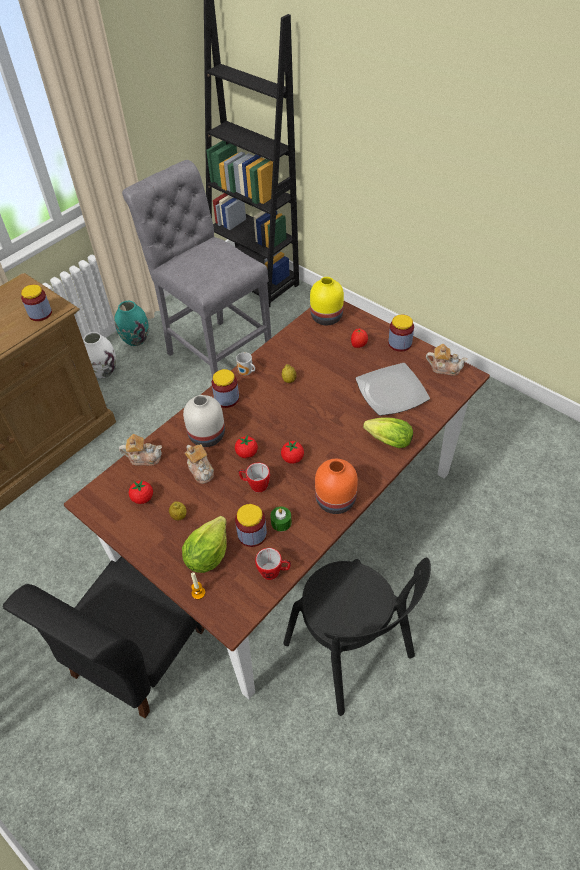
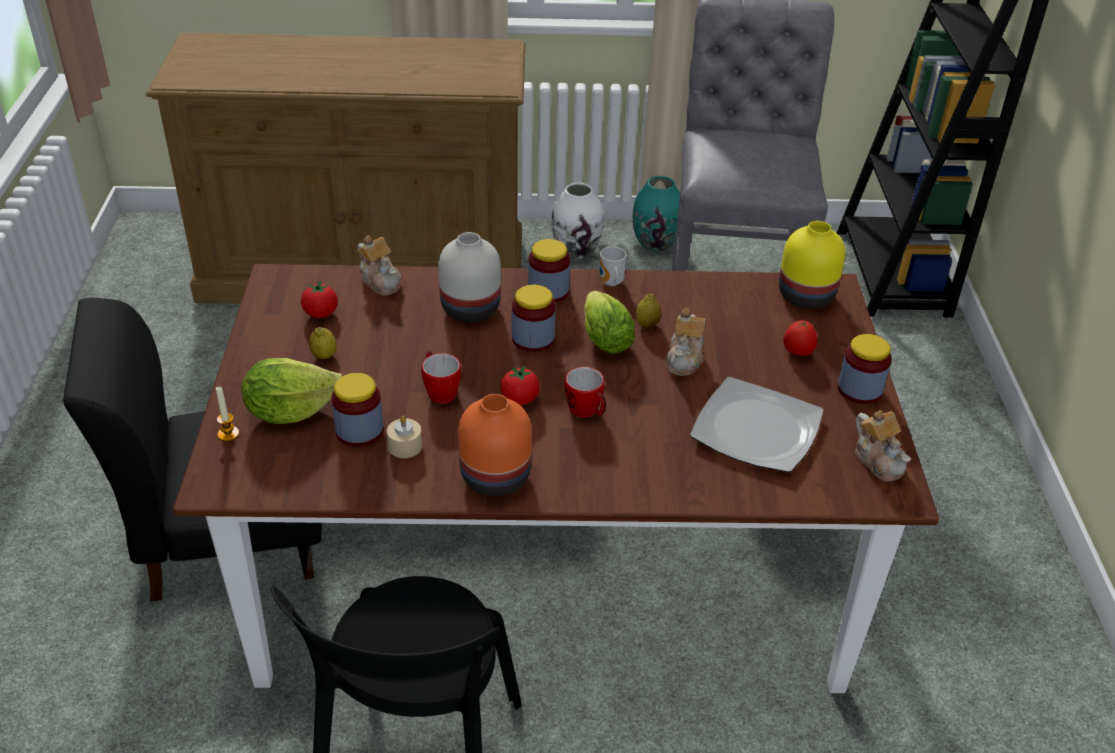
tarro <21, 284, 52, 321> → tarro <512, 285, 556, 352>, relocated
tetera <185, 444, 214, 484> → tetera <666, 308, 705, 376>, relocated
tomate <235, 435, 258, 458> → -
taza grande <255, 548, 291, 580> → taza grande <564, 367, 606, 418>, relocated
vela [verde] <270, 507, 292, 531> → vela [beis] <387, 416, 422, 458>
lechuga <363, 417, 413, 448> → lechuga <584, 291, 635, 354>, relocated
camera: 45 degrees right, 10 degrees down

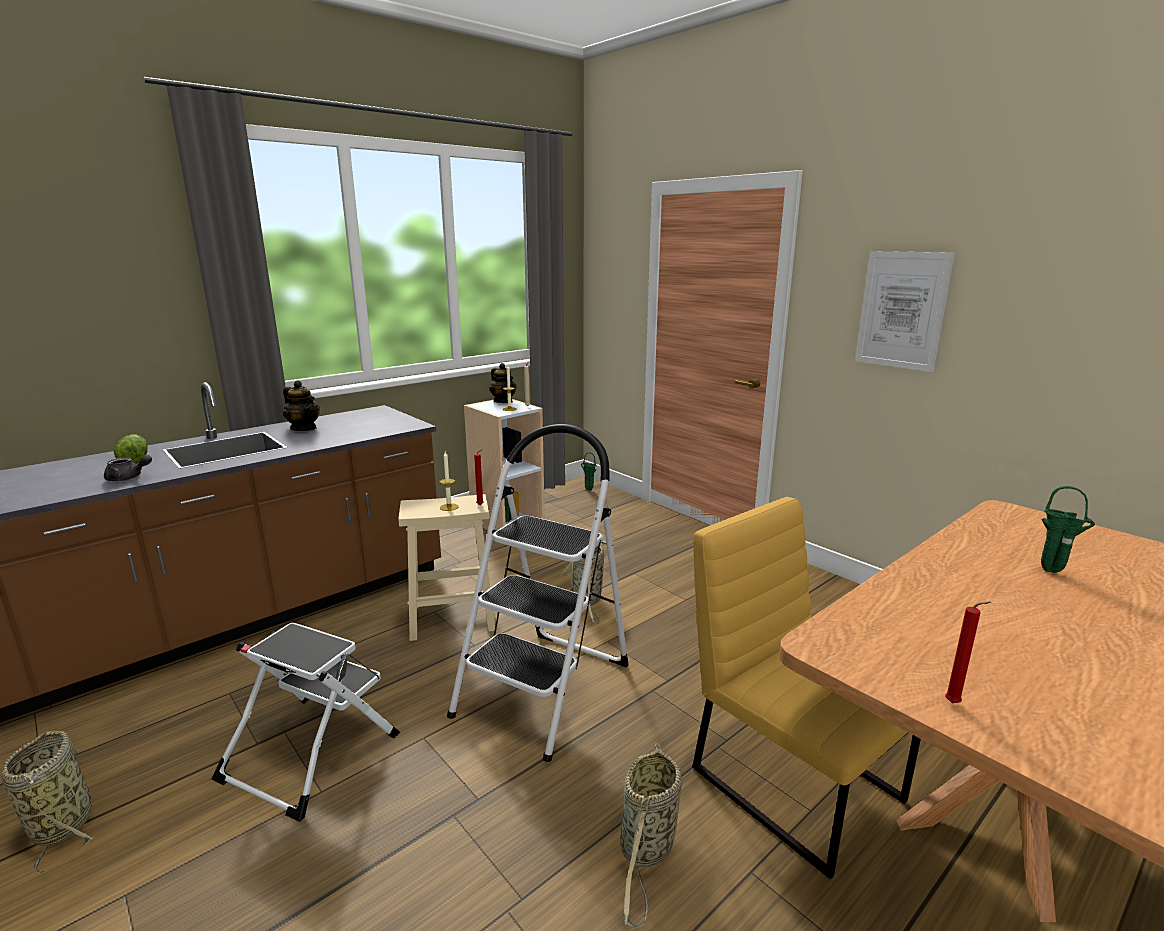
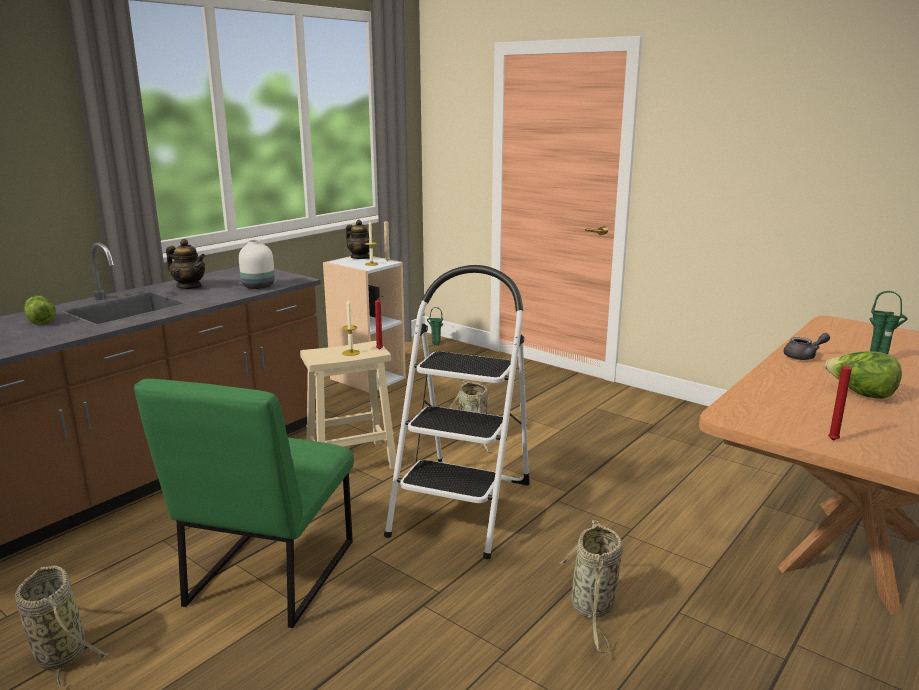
tetera [gris] <104, 455, 152, 481> → tetera [gris] <784, 333, 830, 360>, relocated
escalera de tijera <212, 623, 400, 822> → silla [verde] <134, 379, 354, 628>
silla [amarillo] <692, 497, 921, 879> → -
cuadro <855, 251, 955, 372> → -
- → florero [blanco] <239, 240, 275, 289>
- → lechuga <825, 351, 902, 399>
camera: 10 degrees left, 0 degrees up

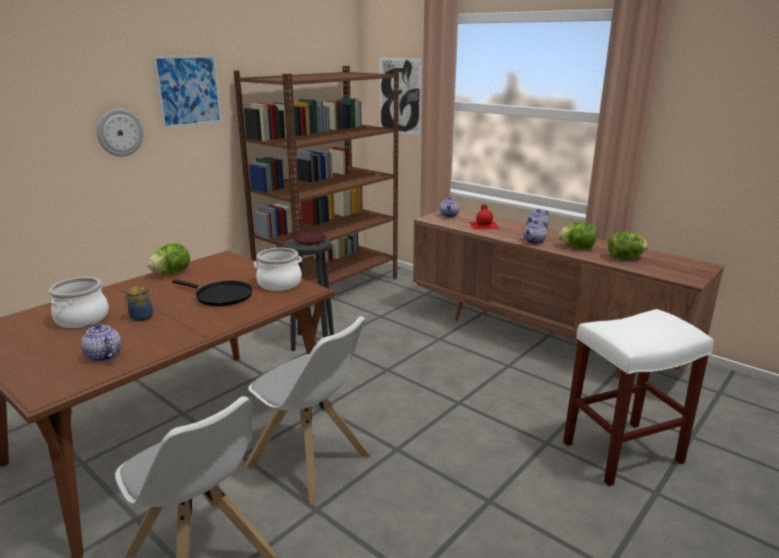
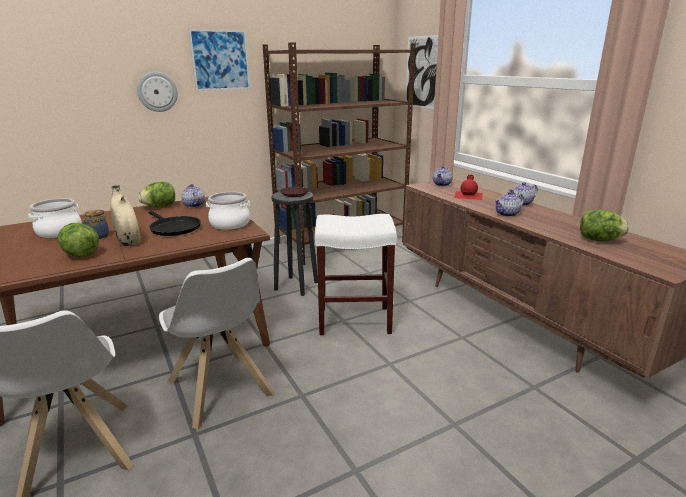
tetera <81, 323, 121, 362> → tetera <181, 184, 205, 208>, relocated
lechuga <559, 222, 597, 249> → lechuga <58, 223, 99, 257>, relocated
taburete [blanco] <563, 309, 714, 486> → taburete [blanco] <315, 214, 397, 335>, relocated
- → florero [beis] <110, 185, 140, 246>
camera: 20 degrees right, 0 degrees up

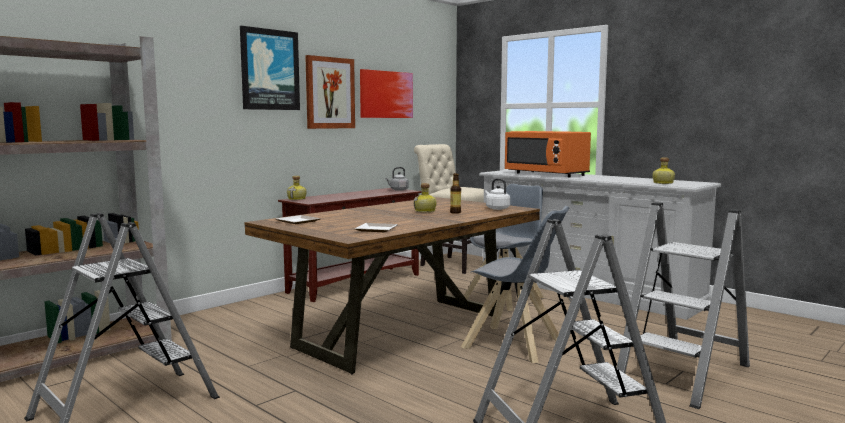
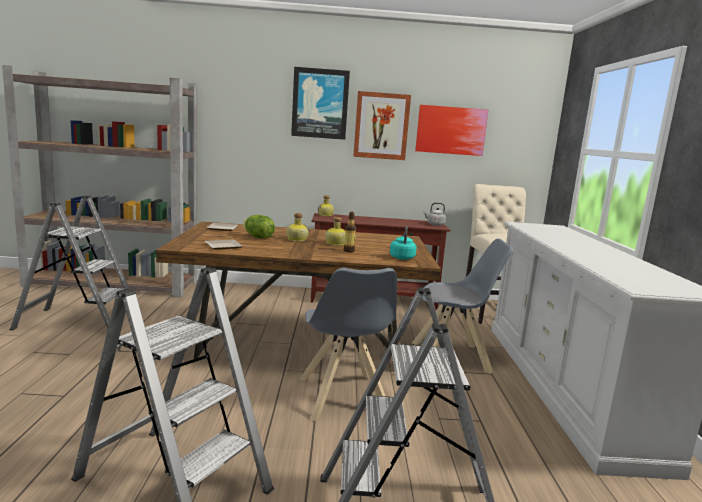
hervidor [blanco] <485, 179, 510, 210> → hervidor [turquesa] <390, 226, 417, 260>
microondas [naranja] <505, 131, 591, 177> → -
botella <652, 158, 675, 184> → botella <287, 213, 309, 241>, relocated
- → lechuga <243, 215, 275, 238>
camera: 45 degrees right, 5 degrees up

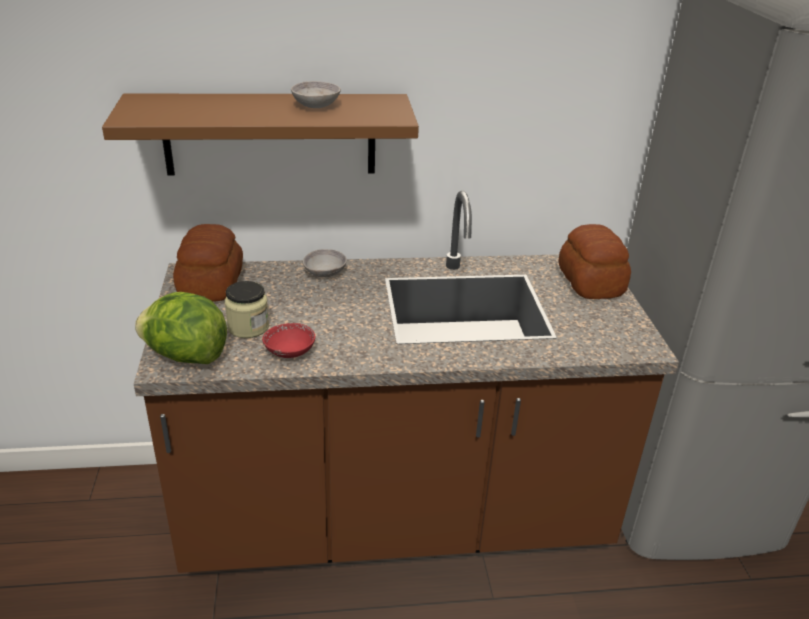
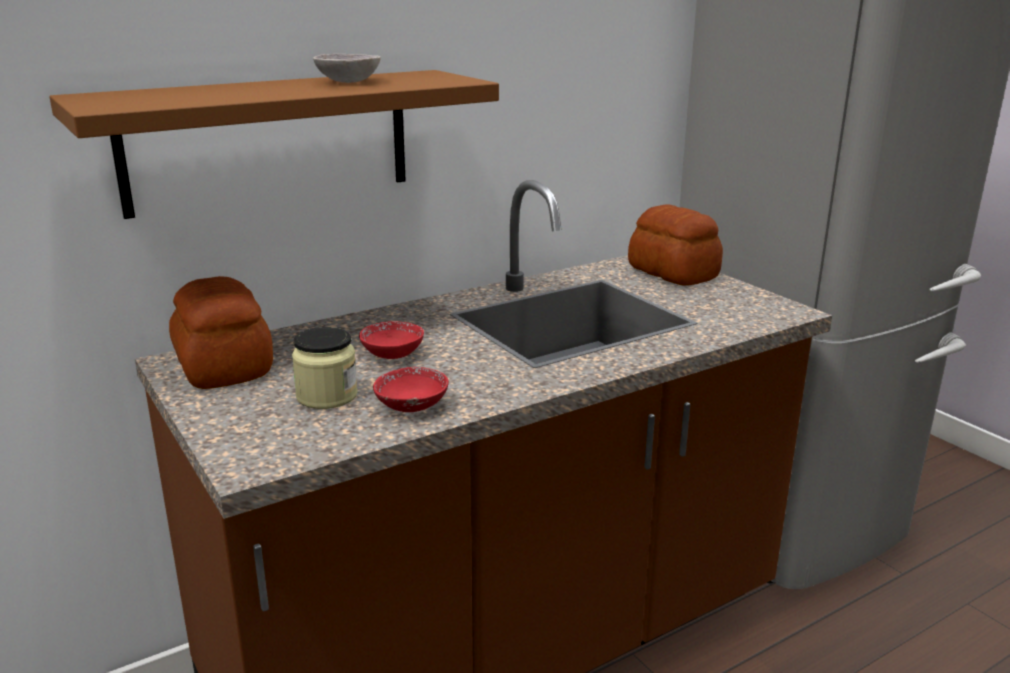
lechuga <135, 292, 227, 364> → -
cuenco [gris] <303, 249, 347, 278> → -
- → cuenco [rojo] <359, 321, 424, 359>
camera: 25 degrees left, 10 degrees down

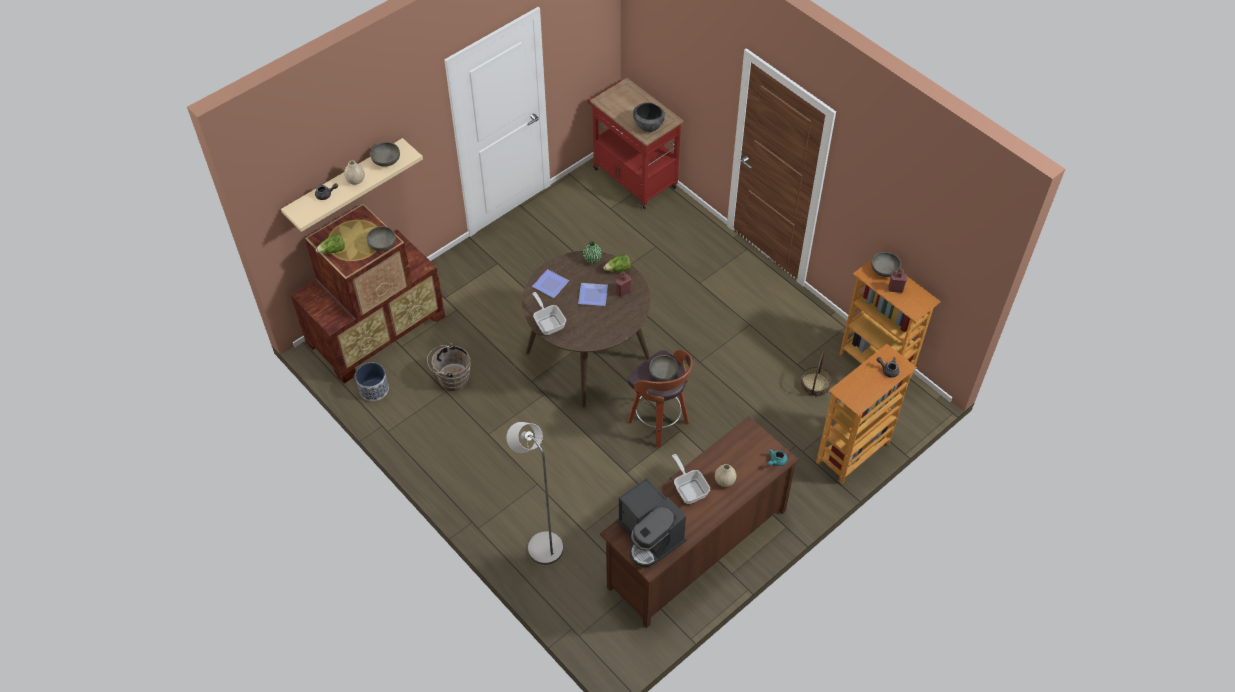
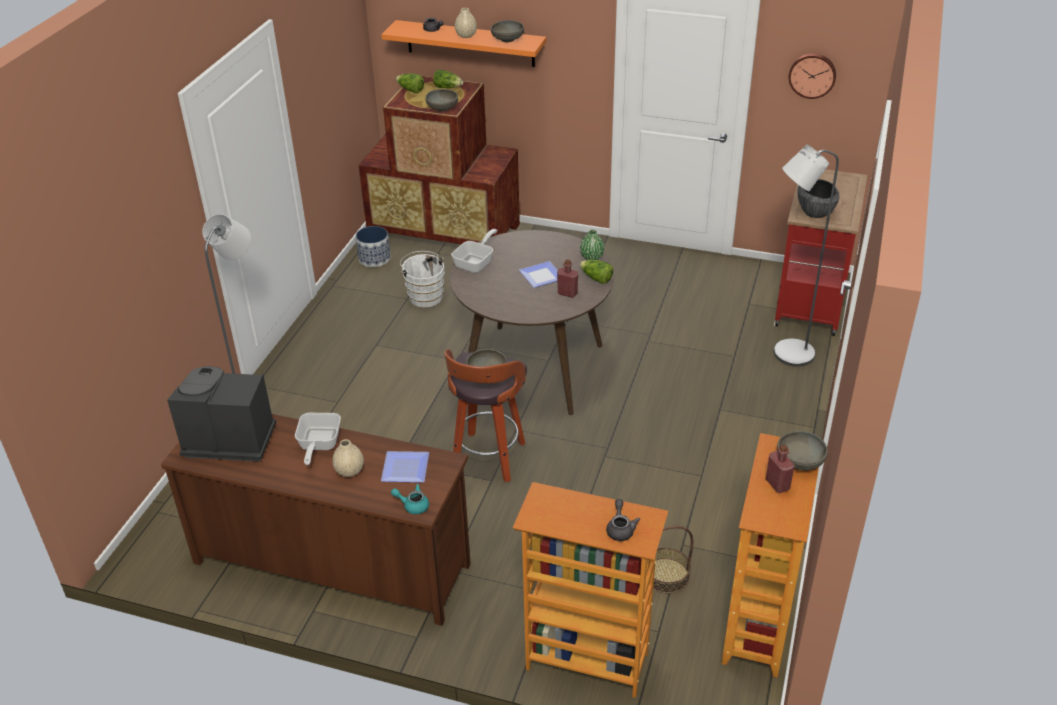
estante [beis] <281, 138, 423, 232> → estante [naranja] <381, 20, 546, 67>
cubo [marrón] <427, 343, 471, 391> → cubo [blanco] <400, 251, 444, 307>
plato <532, 269, 569, 298> → plato <381, 451, 429, 483>, relocated
cafetera <616, 478, 687, 567> → cafetera <167, 366, 276, 462>, 75 degrees clockwise
sartén <672, 454, 710, 504> → sartén <295, 413, 341, 465>, 150 degrees clockwise
- → lechuga <433, 69, 464, 88>
- → lámpara de pie [gris] <774, 144, 839, 367>
- → reloj de pared <789, 53, 836, 99>
camera: 60 degrees right, 15 degrees down

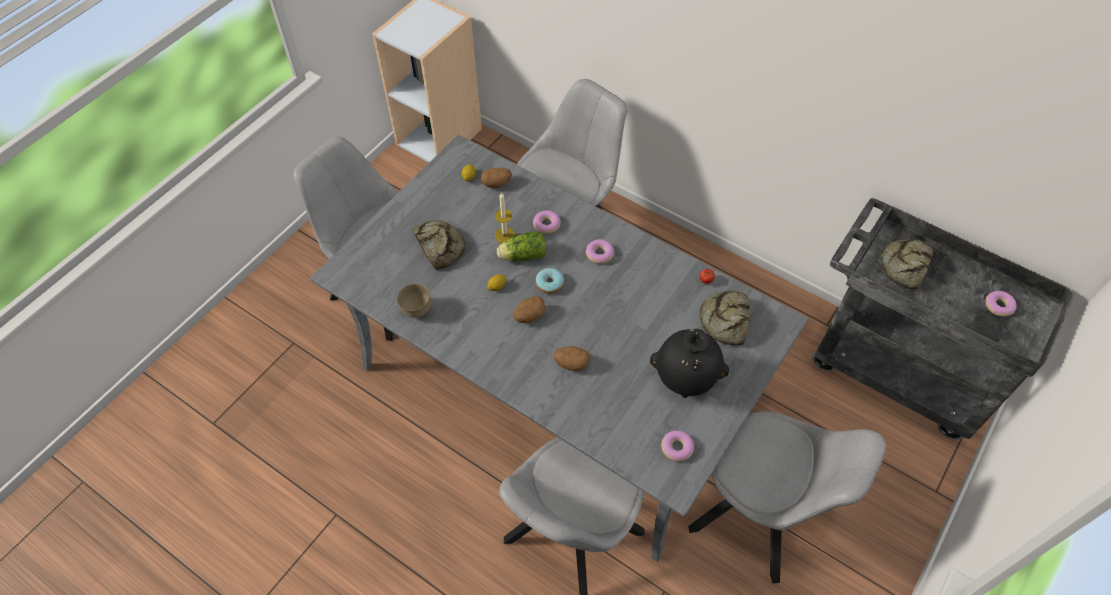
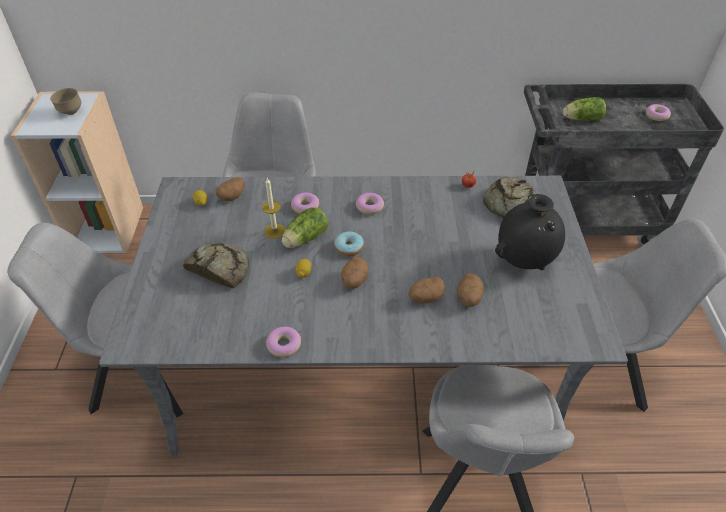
cuenco [marrón] <397, 283, 431, 318> → cuenco [marrón] <50, 88, 81, 115>, relocated
rosquilla <661, 430, 694, 462> → rosquilla <266, 327, 301, 357>, relocated
pan <881, 239, 933, 290> → lechuga <563, 97, 606, 121>
- → patata <457, 273, 484, 307>
camera: 35 degrees left, 10 degrees down

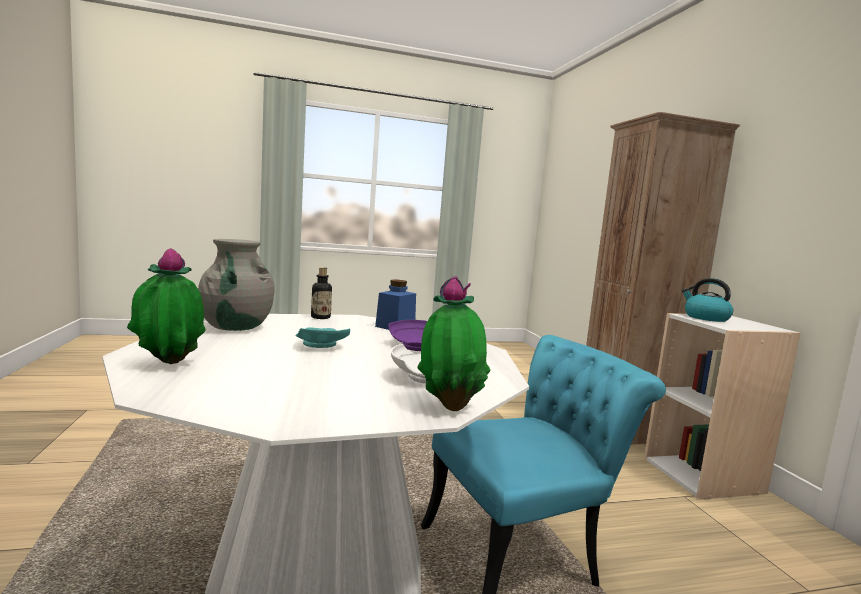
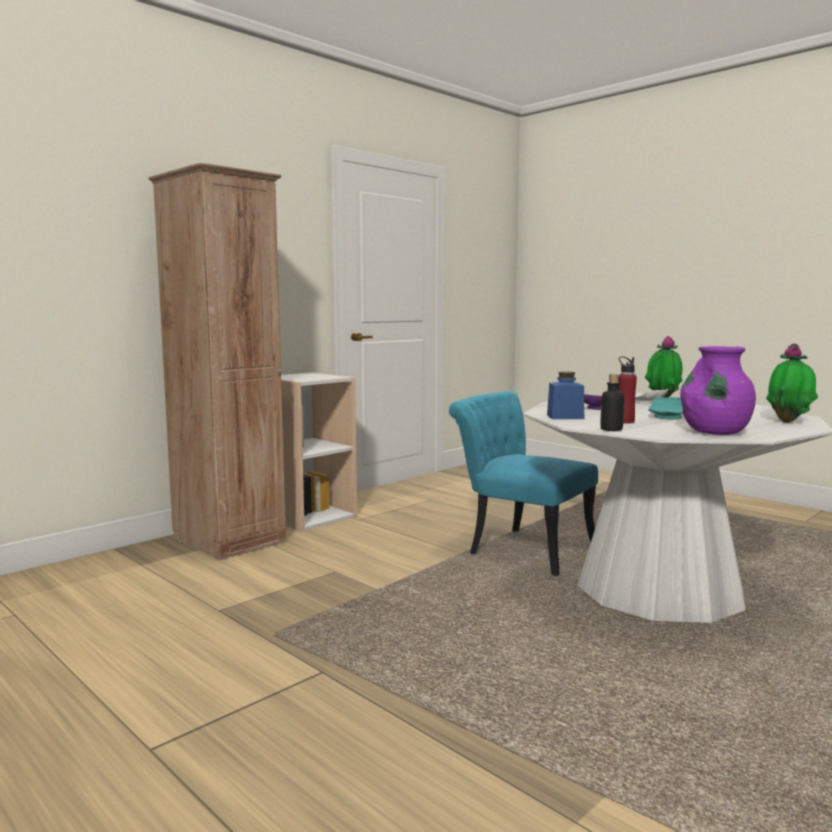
florero [gris] <198, 239, 275, 331> → florero [morado] <680, 346, 756, 435>
hervidor <682, 278, 733, 322> → -
- → botella [rojo] <618, 356, 637, 424>
camera: 120 degrees left, 0 degrees up

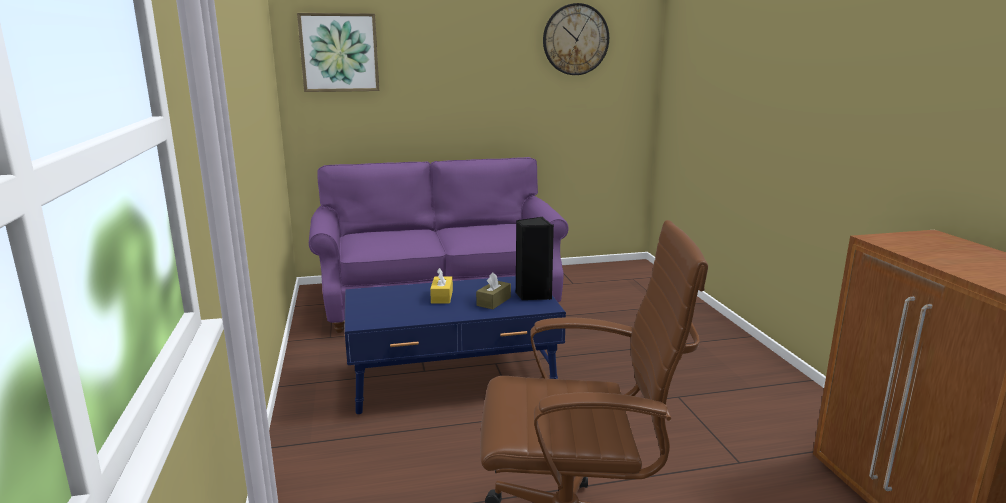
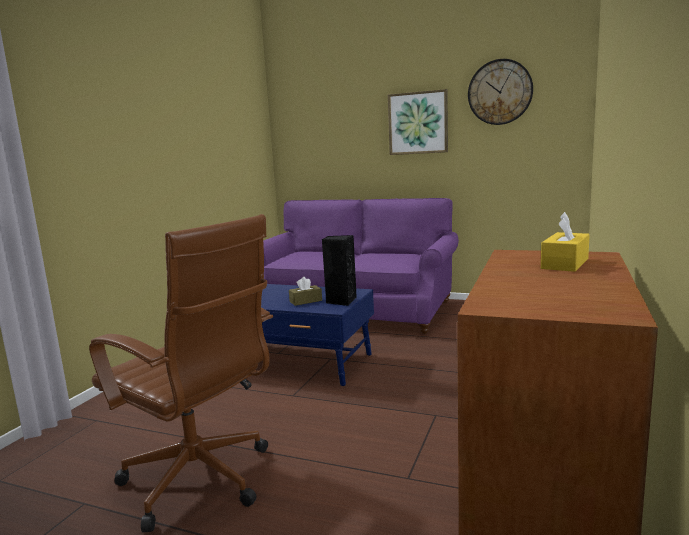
cuadro <297, 13, 379, 92> → cuadro <388, 89, 448, 155>, relocated
caja de pañuelos [amarillo] <430, 268, 453, 303> → caja de pañuelos [amarillo] <541, 212, 590, 272>, relocated
camera: 35 degrees right, 5 degrees down

